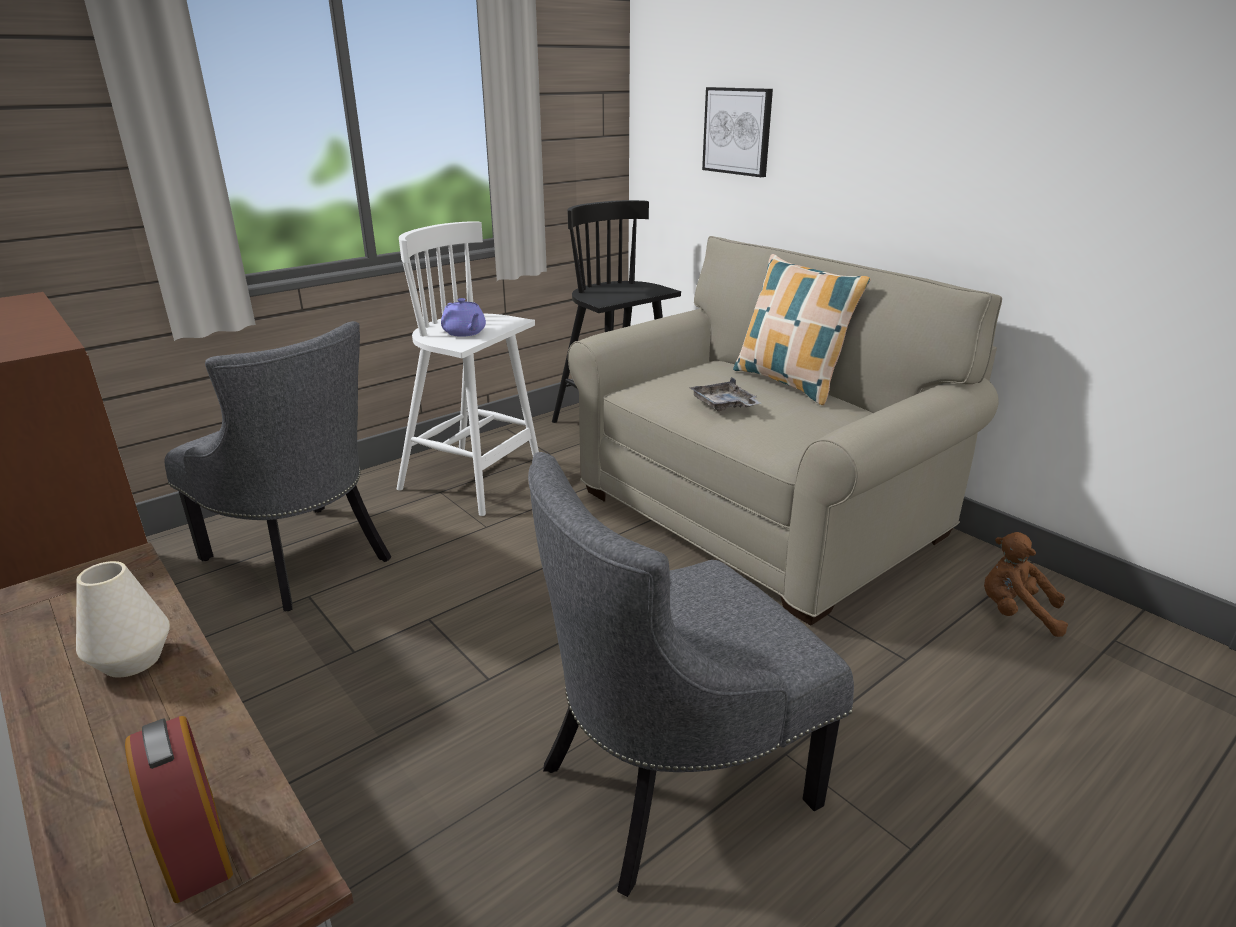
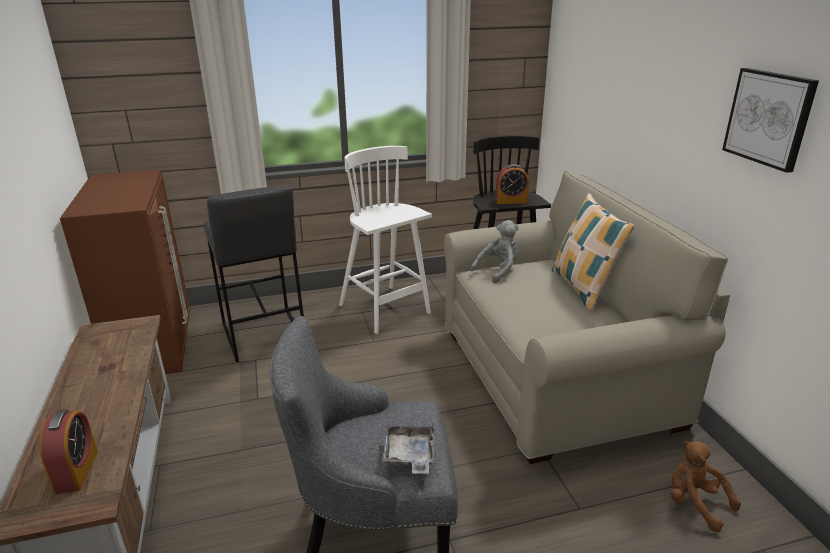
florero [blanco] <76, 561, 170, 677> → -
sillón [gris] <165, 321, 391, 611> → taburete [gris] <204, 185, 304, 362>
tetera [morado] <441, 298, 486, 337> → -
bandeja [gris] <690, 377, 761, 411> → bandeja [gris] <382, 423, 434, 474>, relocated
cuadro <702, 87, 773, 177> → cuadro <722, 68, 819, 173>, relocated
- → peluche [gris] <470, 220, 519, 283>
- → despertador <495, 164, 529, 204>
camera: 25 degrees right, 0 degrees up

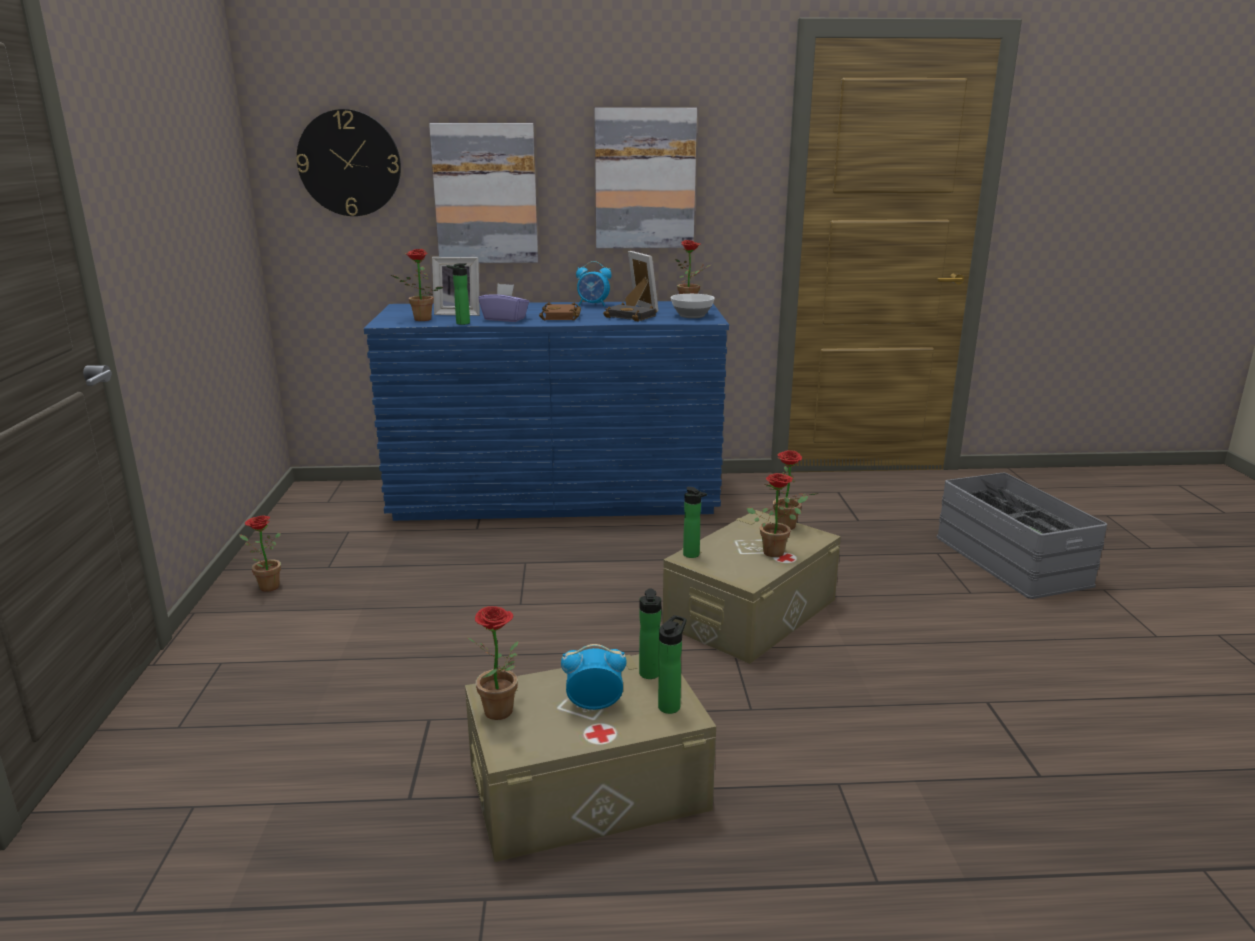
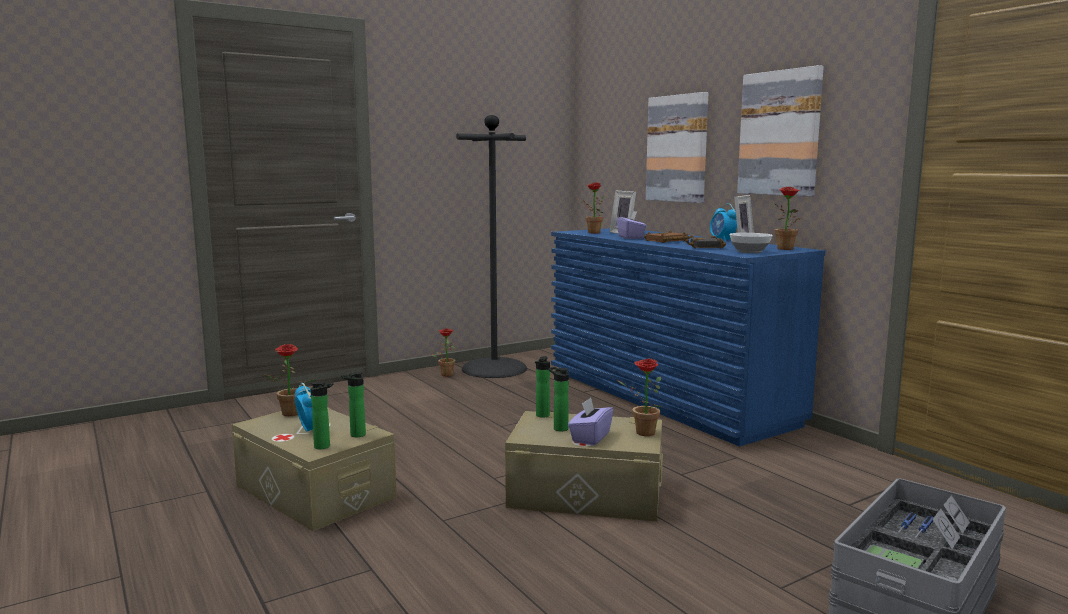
reloj de pared <296, 109, 401, 216> → -
botella <446, 263, 470, 325> → botella <549, 367, 569, 431>, relocated
planta en maceta <746, 473, 808, 557> → caja de pañuelos [morado] <568, 397, 613, 445>
- → perchero [negro] <456, 115, 527, 378>
camera: 60 degrees right, 10 degrees down

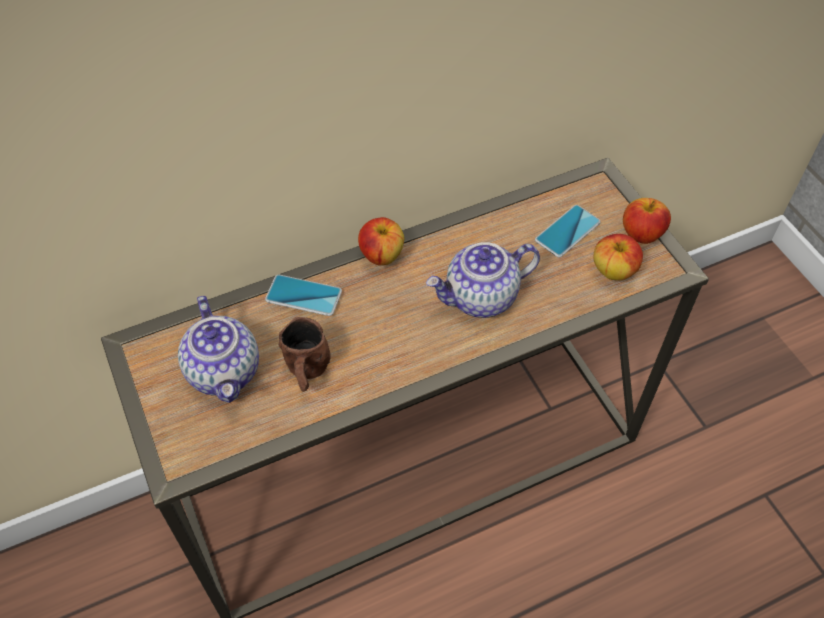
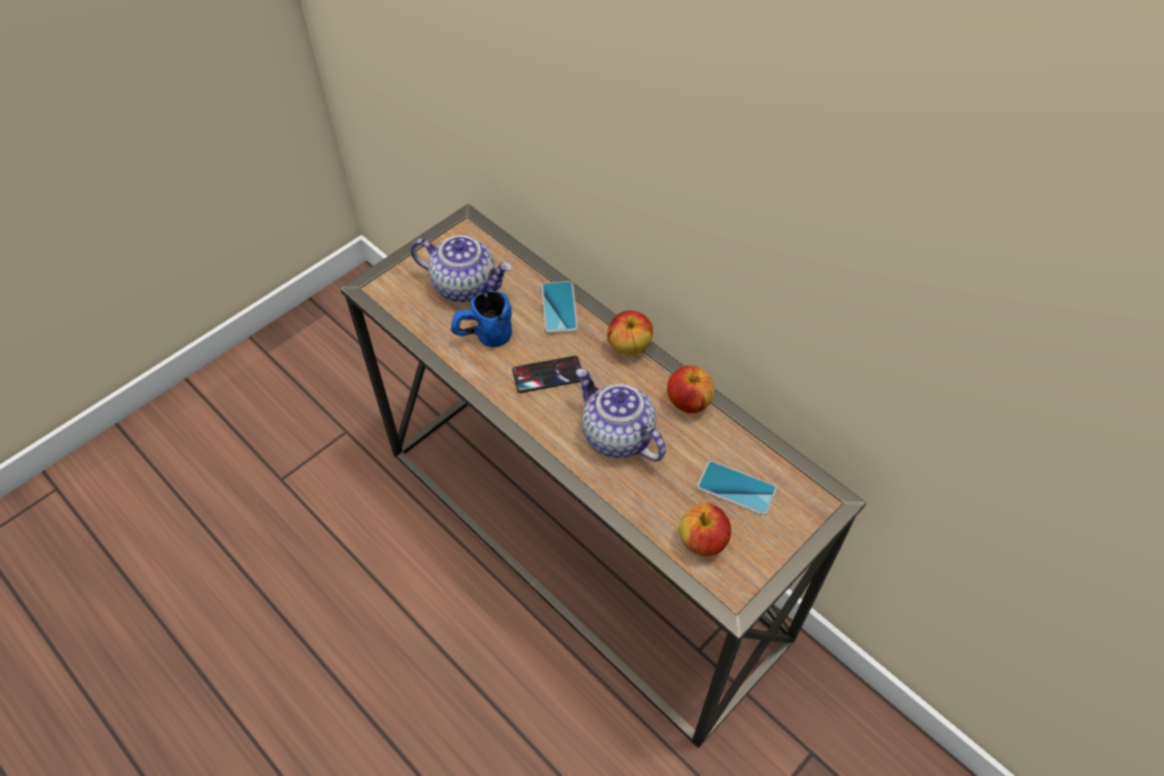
tetera <178, 296, 259, 403> → tetera <411, 235, 512, 302>, 120 degrees counterclockwise
taza grande [marrón] <278, 317, 331, 392> → taza grande [azul] <451, 291, 512, 347>
manzana <623, 198, 671, 244> → manzana <667, 365, 714, 413>, relocated
- → móvil <512, 356, 581, 393>
camera: 70 degrees right, 0 degrees up

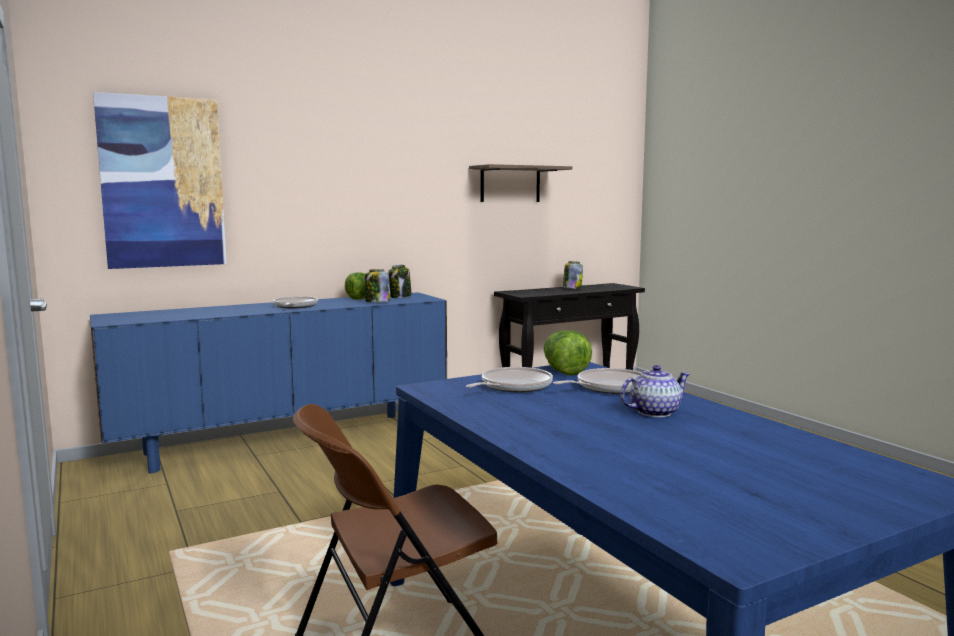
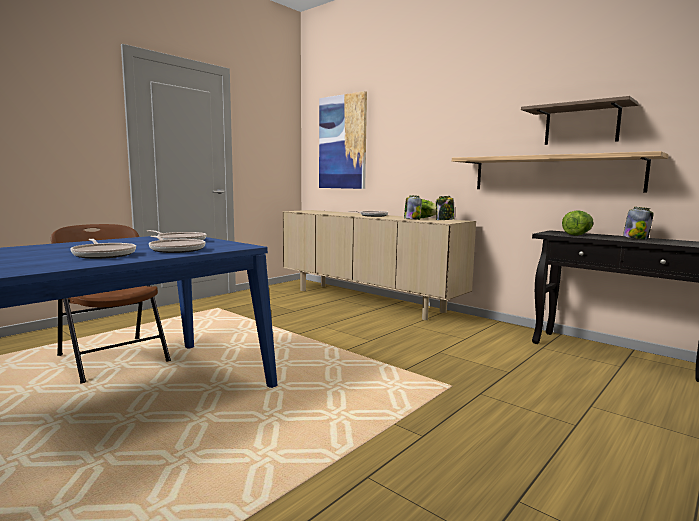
armario [azul] <90, 292, 447, 473> → armario [beis] <283, 210, 476, 320>
lechuga <544, 331, 592, 375> → lechuga <562, 210, 594, 236>, relocated
tetera <620, 365, 690, 417> → sartén <70, 239, 136, 259>
- → estante <452, 151, 669, 193>
camera: 70 degrees right, 0 degrees up

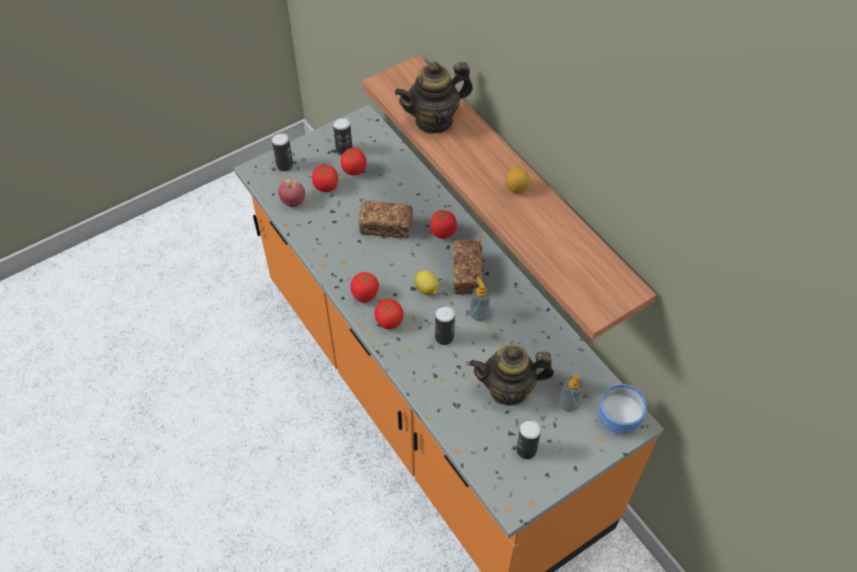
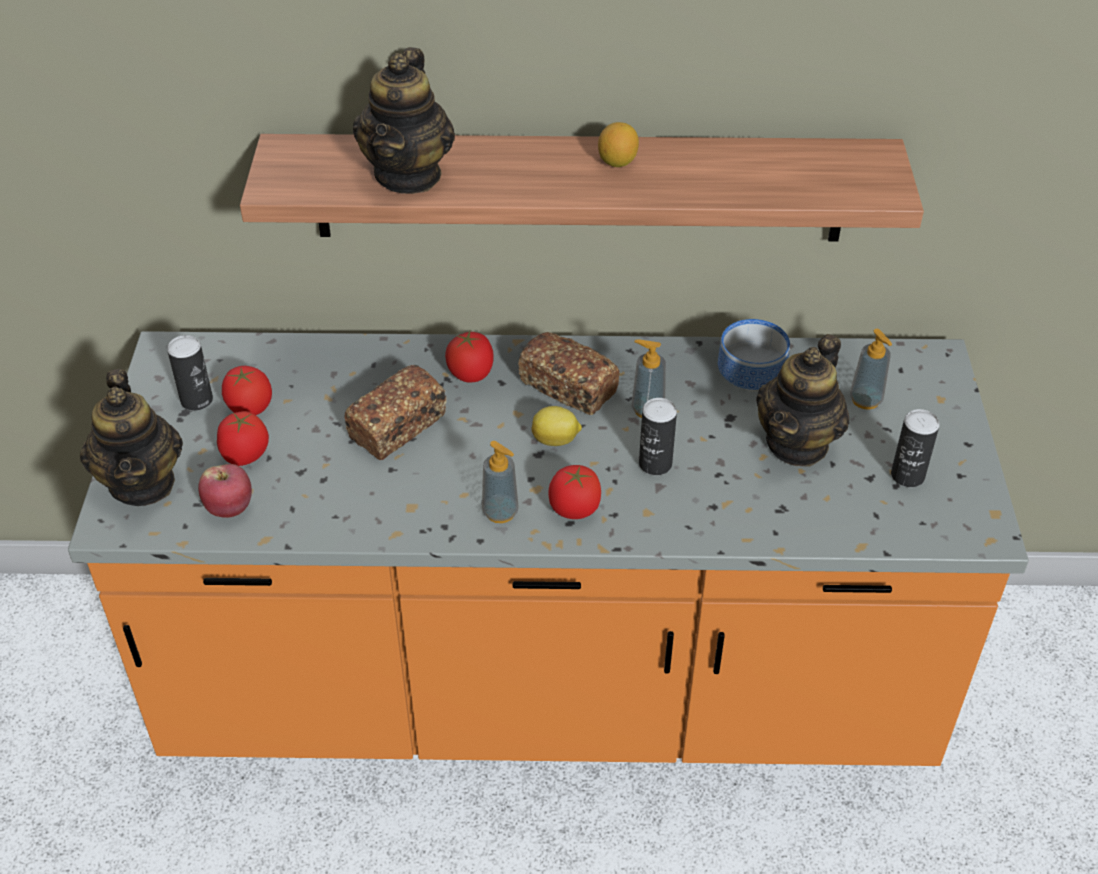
lata <271, 133, 293, 171> → tetera <80, 369, 183, 506>
tomate <350, 272, 379, 303> → dispensador de jabón <482, 441, 519, 523>
cuenco <598, 384, 647, 434> → cuenco <718, 319, 790, 391>, relocated
camera: 55 degrees left, 10 degrees down

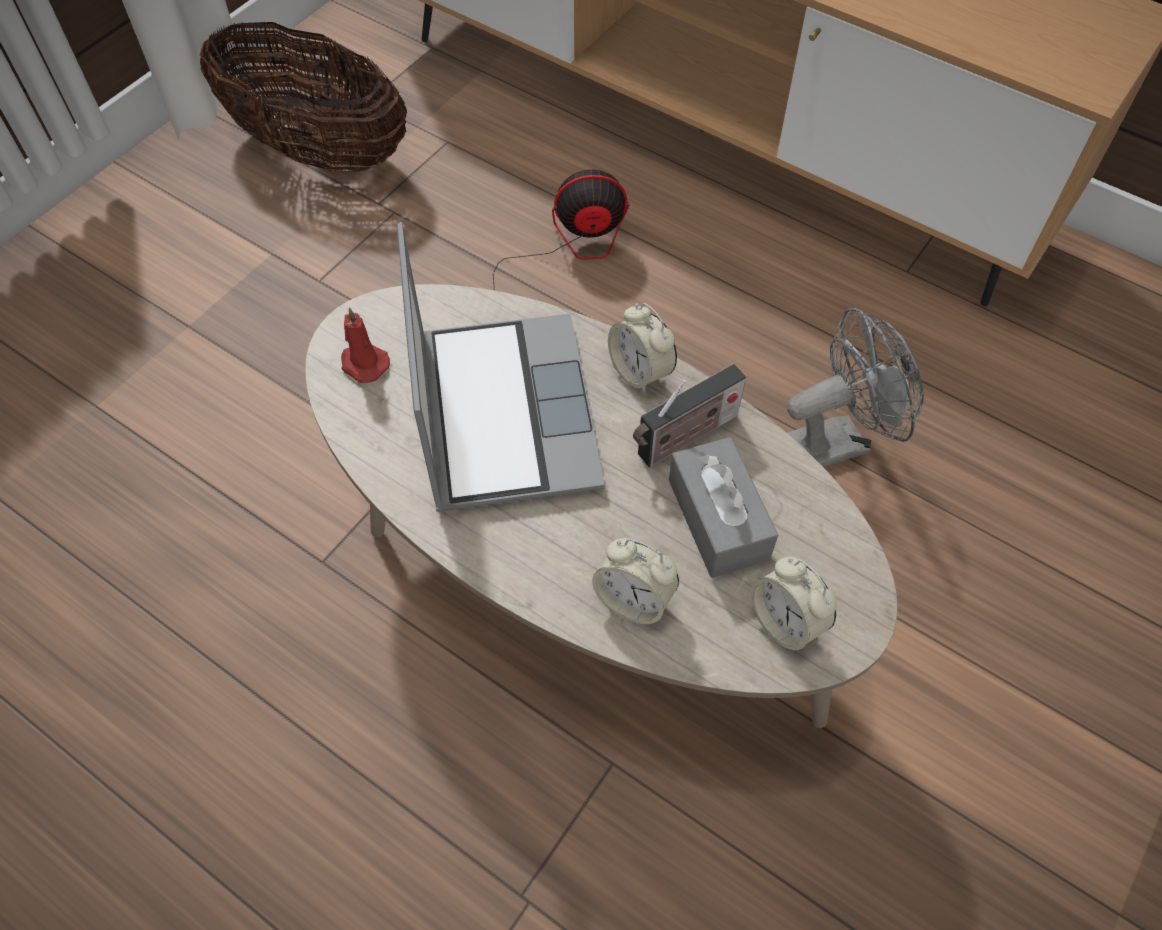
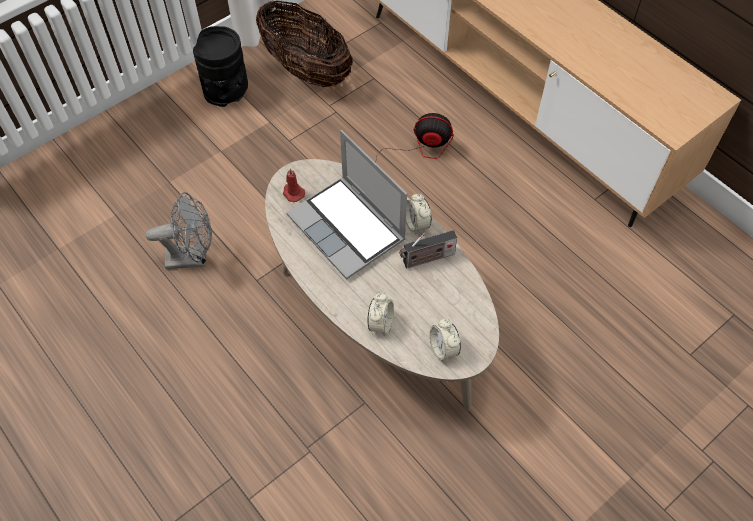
portátil <397, 222, 605, 512> → portátil <286, 130, 407, 280>, 135 degrees clockwise
despertador <592, 538, 679, 624> → despertador <368, 293, 394, 336>, 120 degrees counterclockwise
caja de pañuelos [gris] <669, 437, 778, 578> → -
ventilador [gris] <787, 308, 924, 467> → ventilador [gris] <146, 192, 212, 269>, relocated
- → florero [negro] <193, 26, 248, 107>
camera: 15 degrees right, 0 degrees up

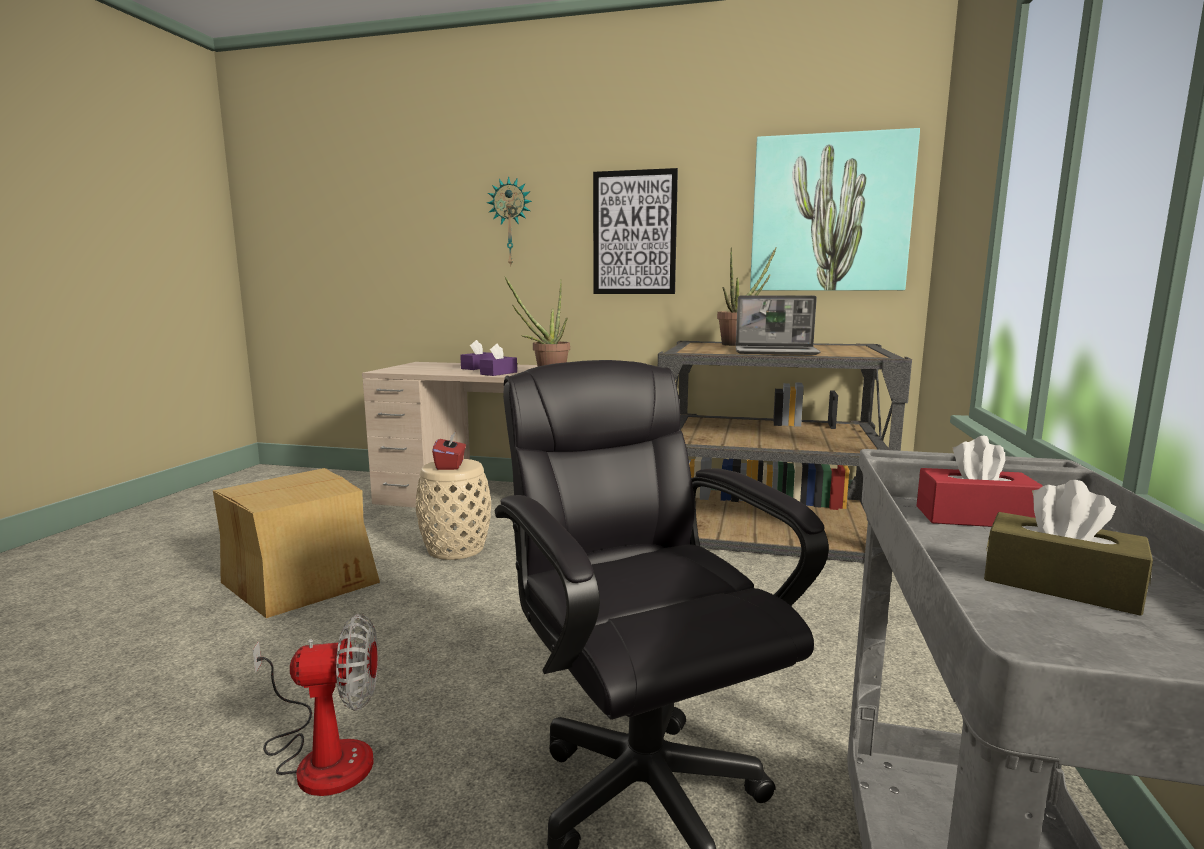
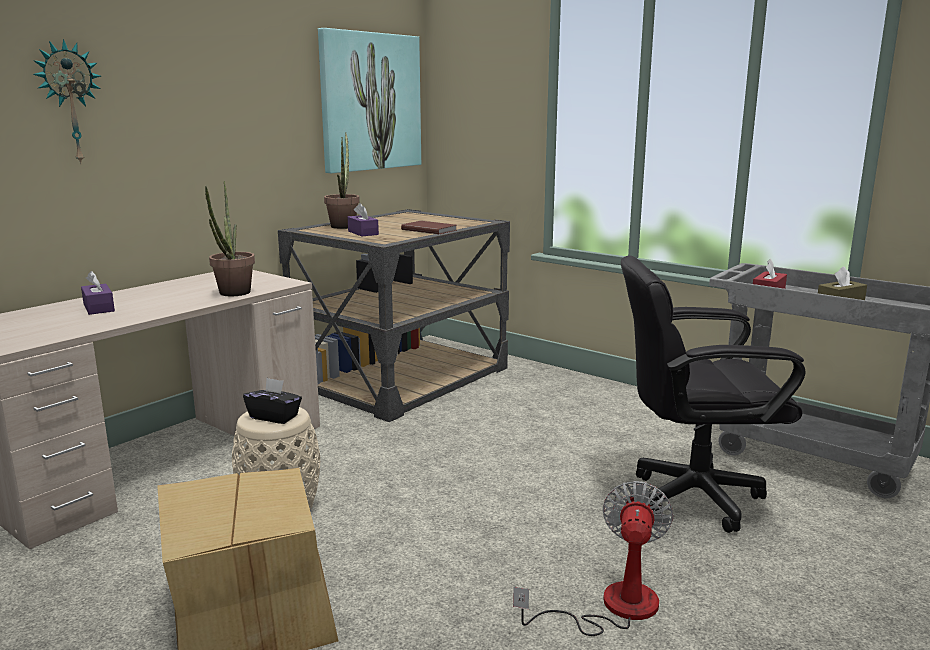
caja de pañuelos [rojo] <432, 432, 466, 470> → caja de pañuelos [negro] <243, 378, 302, 424>
caja de pañuelos [morado] <480, 344, 517, 376> → caja de pañuelos [morado] <348, 203, 379, 236>, relocated
cuadro <593, 168, 678, 294> → -
portátil <736, 295, 821, 355> → libro [marrón] <401, 221, 457, 234>
camera: 65 degrees left, 5 degrees up

